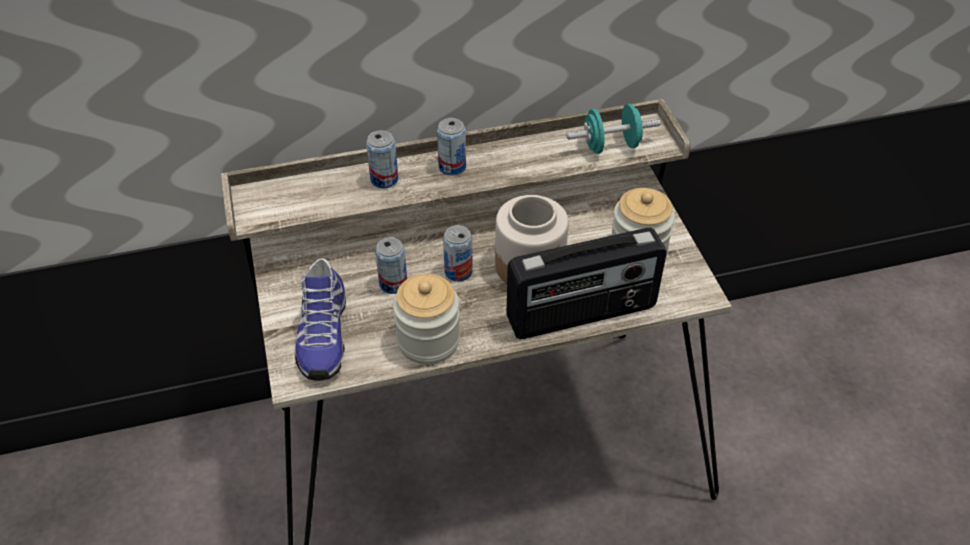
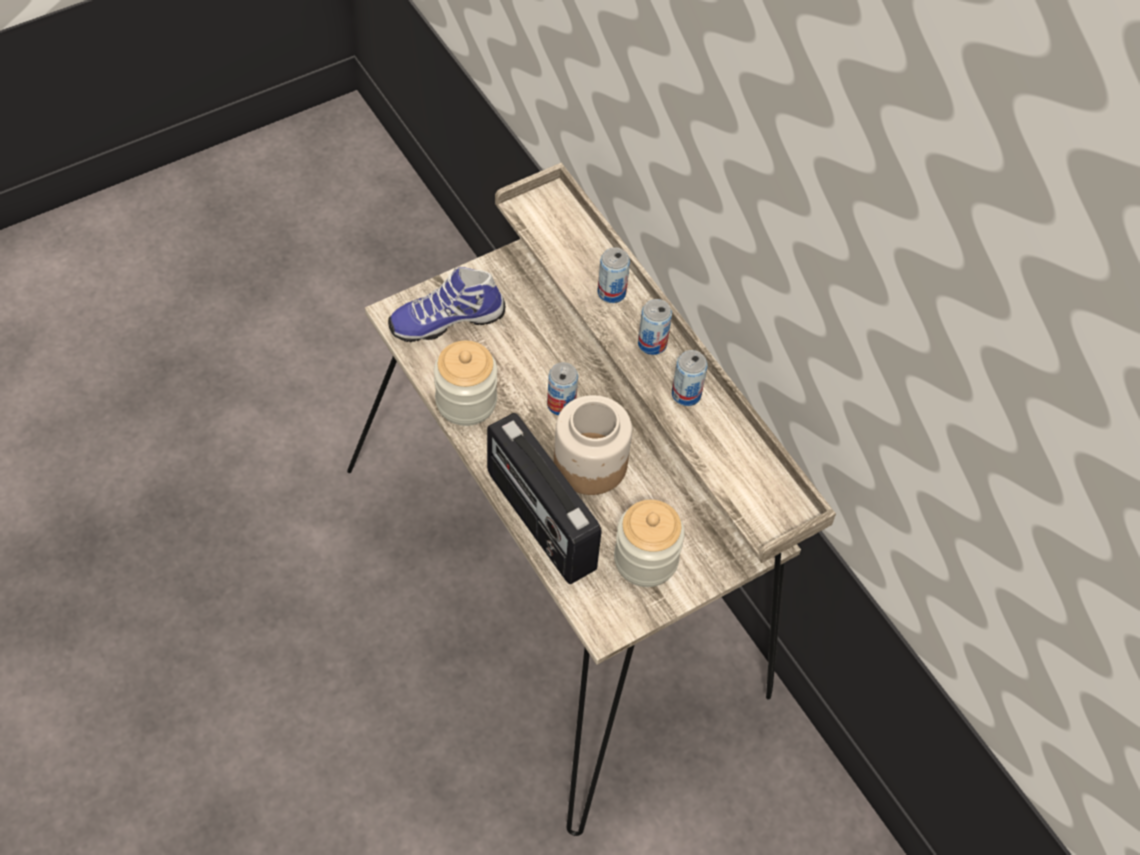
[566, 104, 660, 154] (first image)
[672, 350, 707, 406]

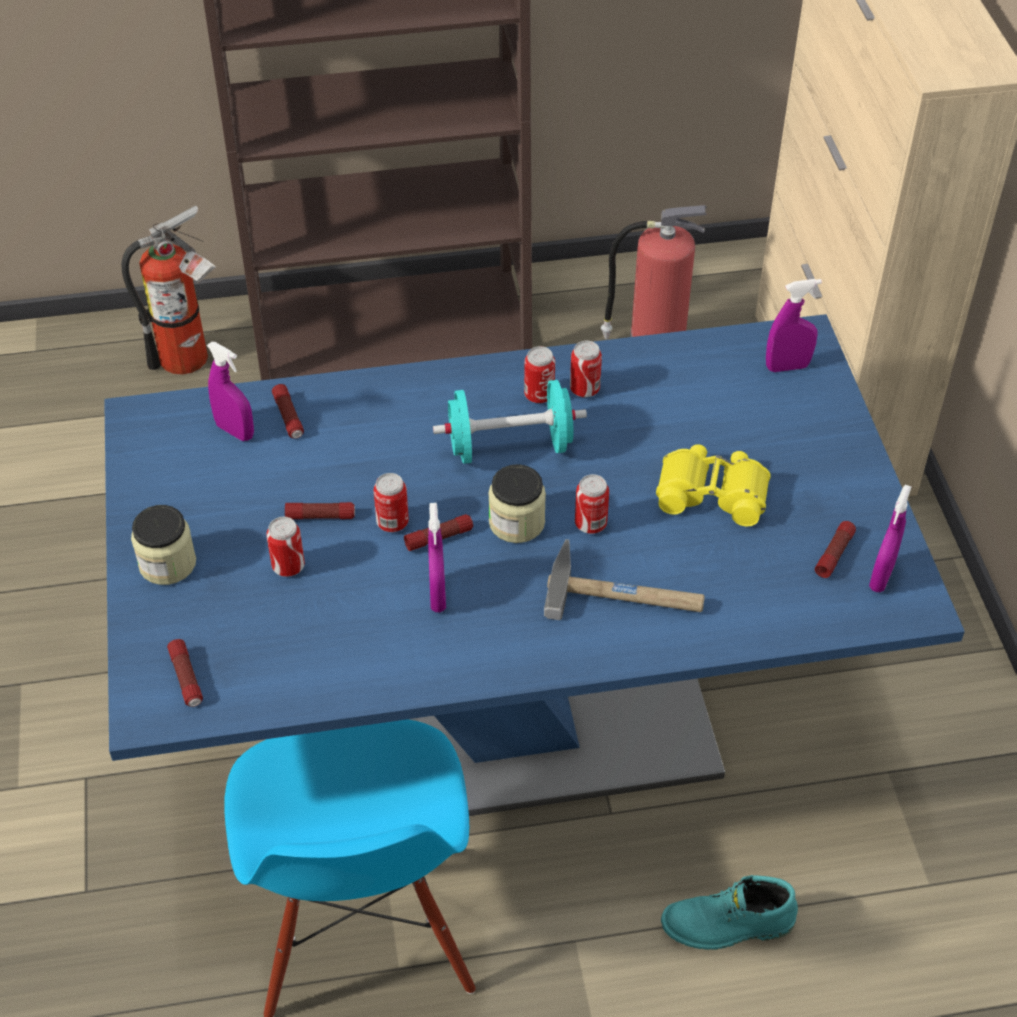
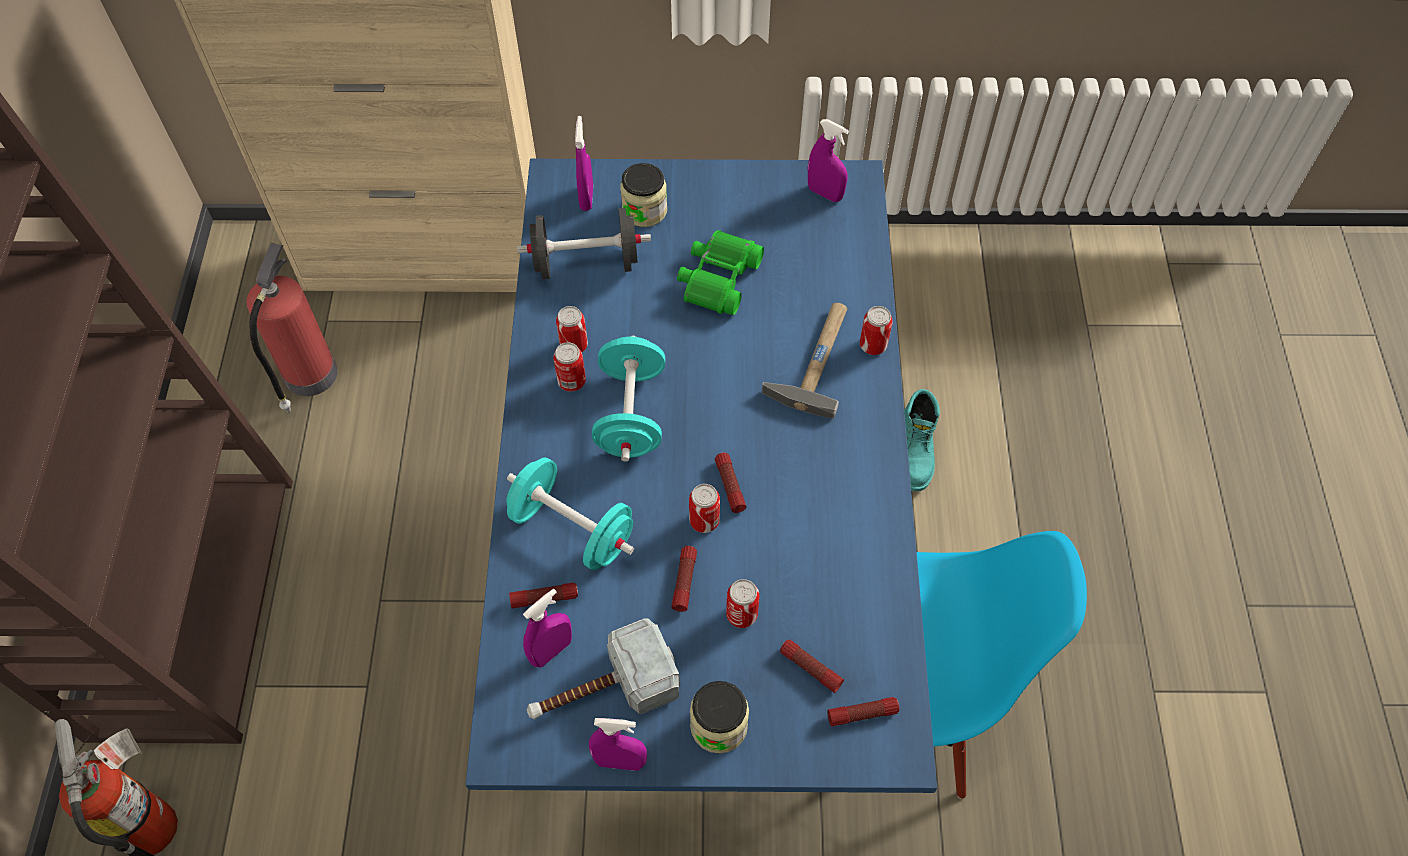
[677, 230, 764, 315]
[620, 163, 667, 227]
[860, 306, 893, 355]
[589, 718, 647, 771]
[780, 640, 844, 693]
[517, 208, 651, 279]
[506, 457, 634, 570]
[527, 619, 680, 720]

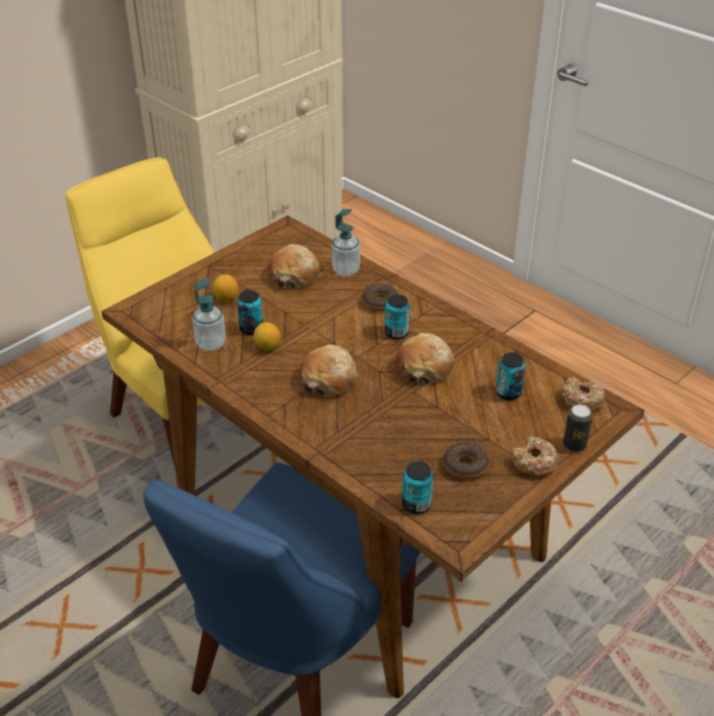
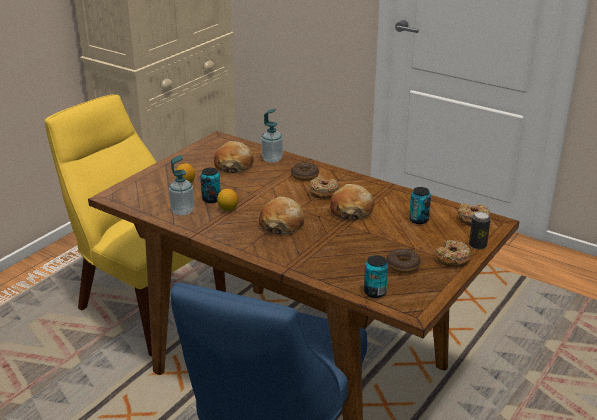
[309, 176, 339, 199]

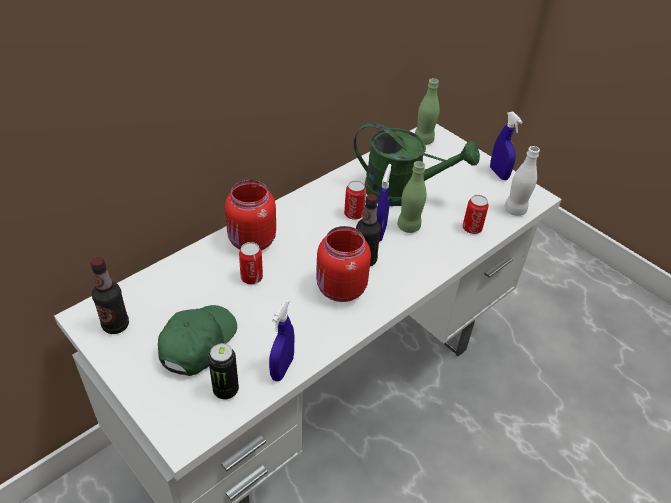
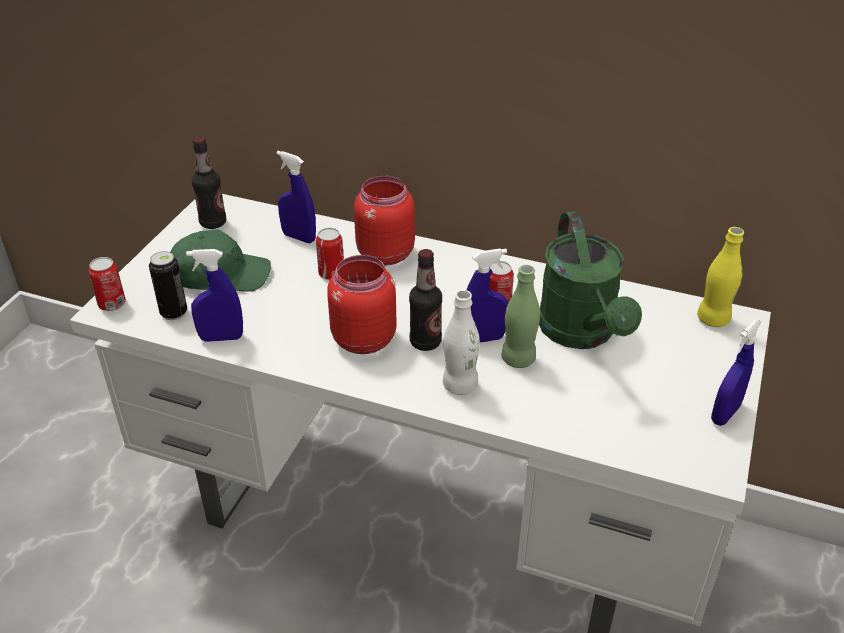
[697, 227, 744, 327]
[443, 290, 480, 395]
[89, 257, 126, 311]
[276, 151, 316, 243]

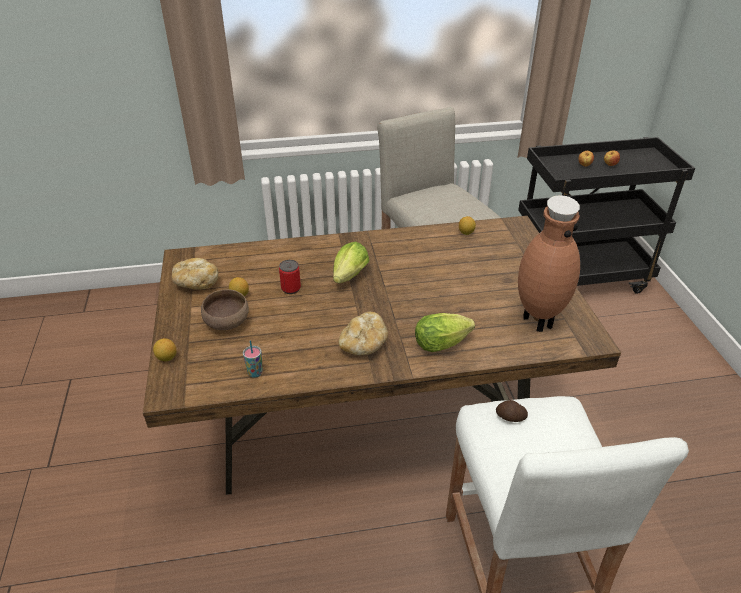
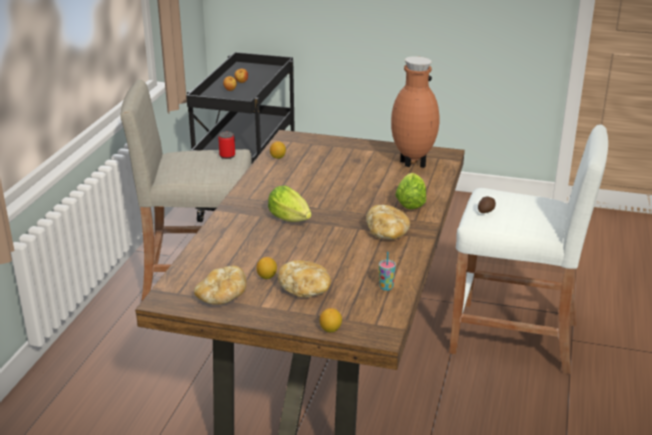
[218, 131, 235, 159]
[277, 260, 331, 298]

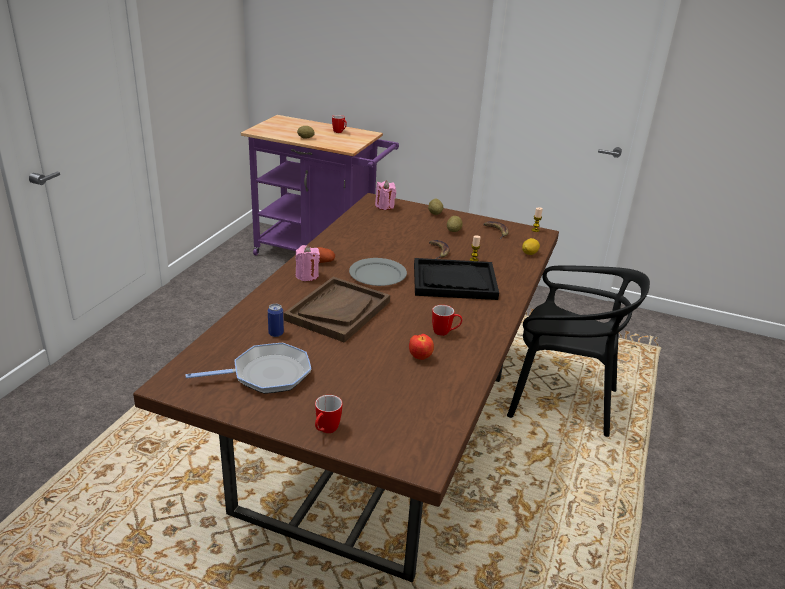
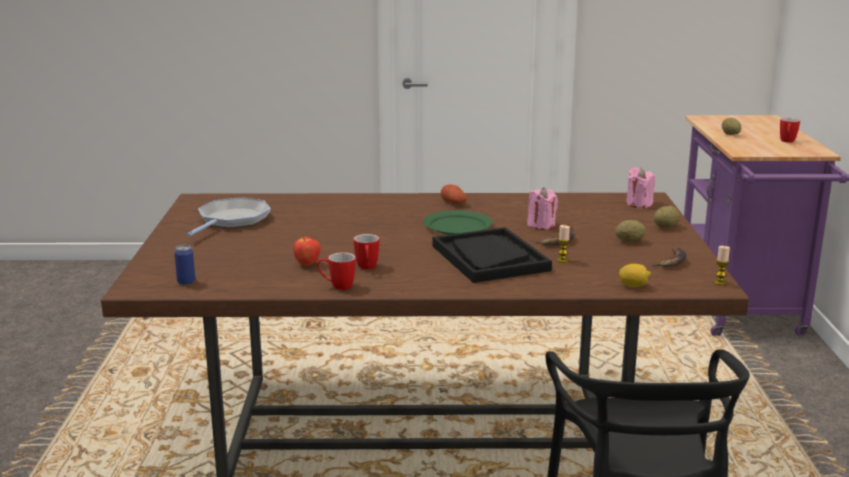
[527, 187, 558, 230]
[423, 210, 493, 235]
[284, 277, 390, 343] (first image)
[174, 245, 195, 285]
[187, 197, 271, 236]
[317, 252, 356, 290]

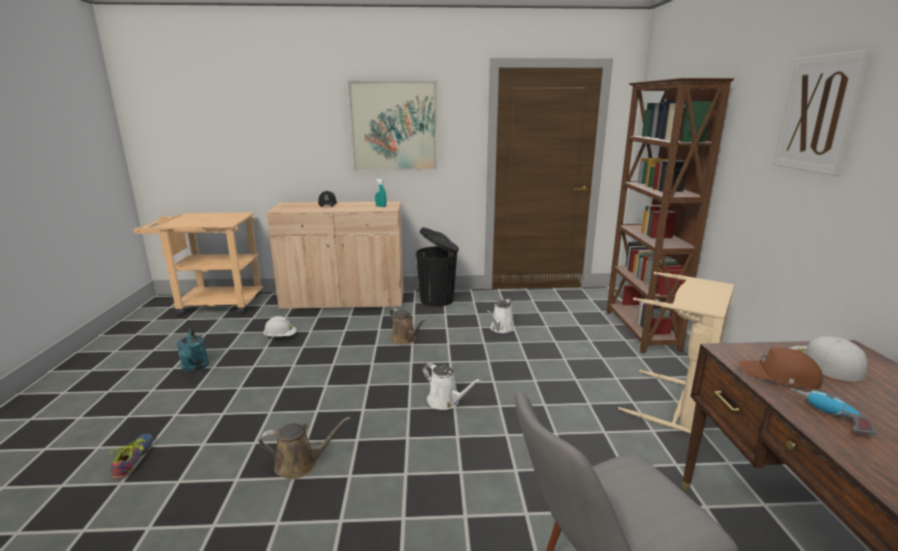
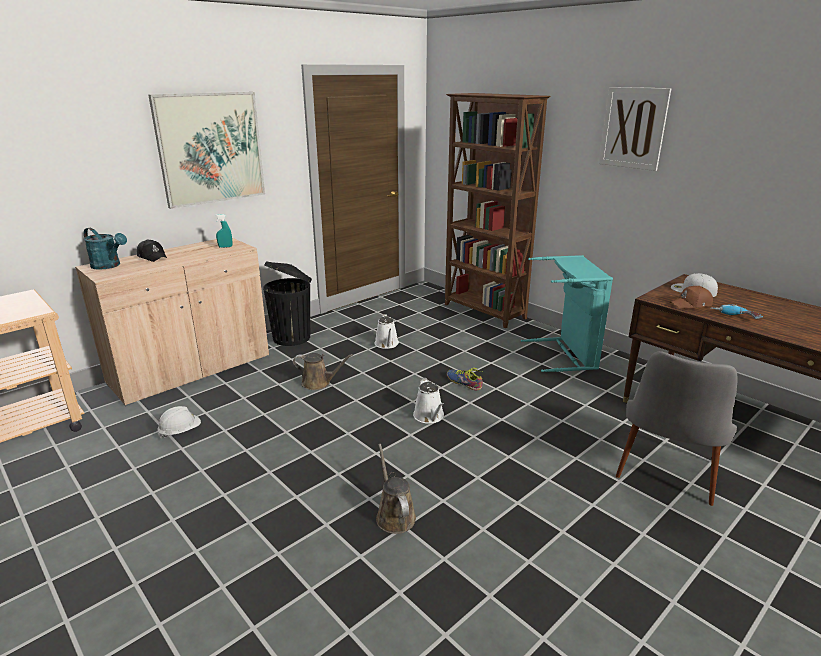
[521, 255, 613, 372]
[84, 228, 127, 270]
[413, 378, 444, 424]
[376, 444, 416, 534]
[447, 368, 483, 390]

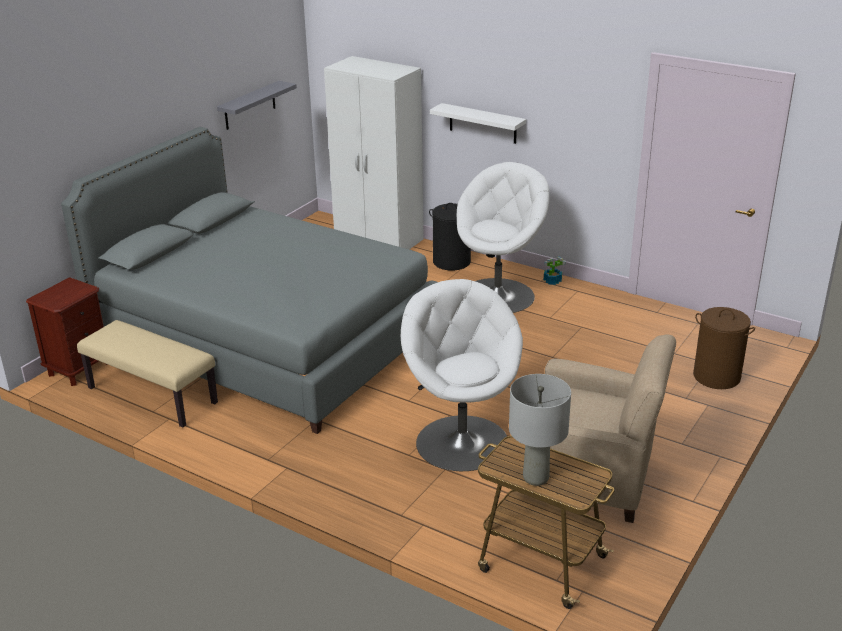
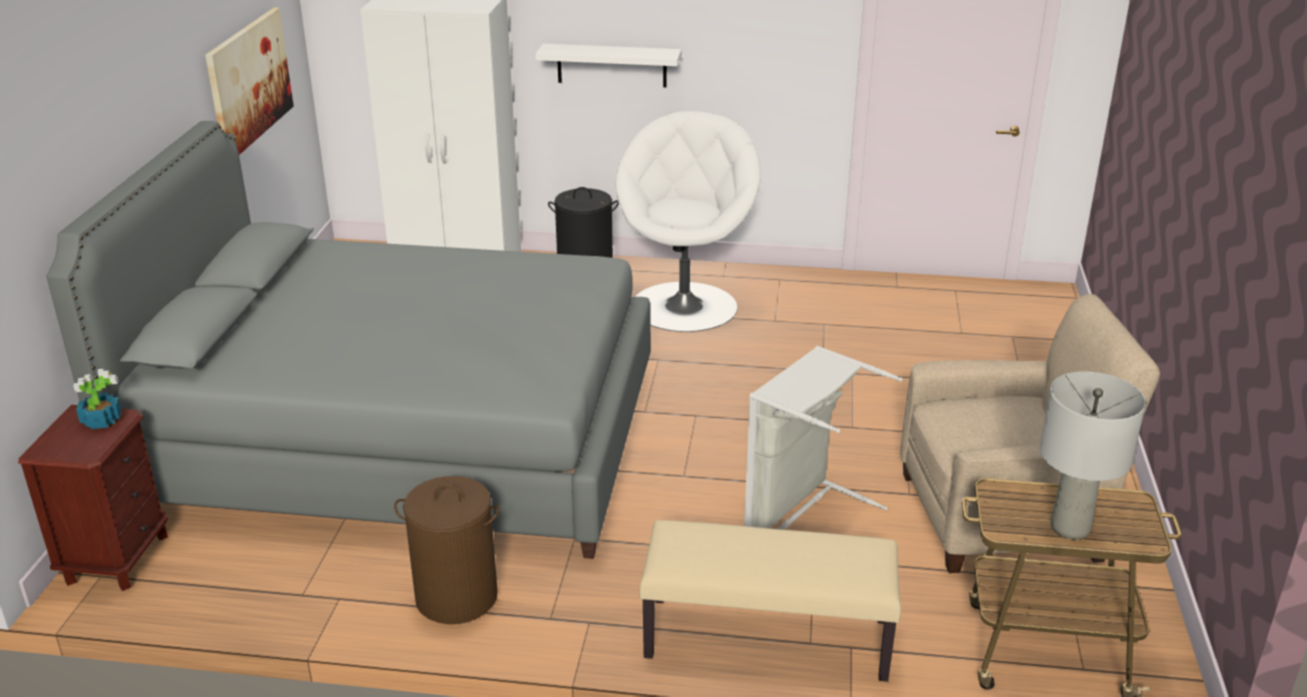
[205, 8, 294, 155]
[73, 368, 121, 429]
[744, 346, 903, 530]
[394, 476, 500, 624]
[639, 520, 901, 682]

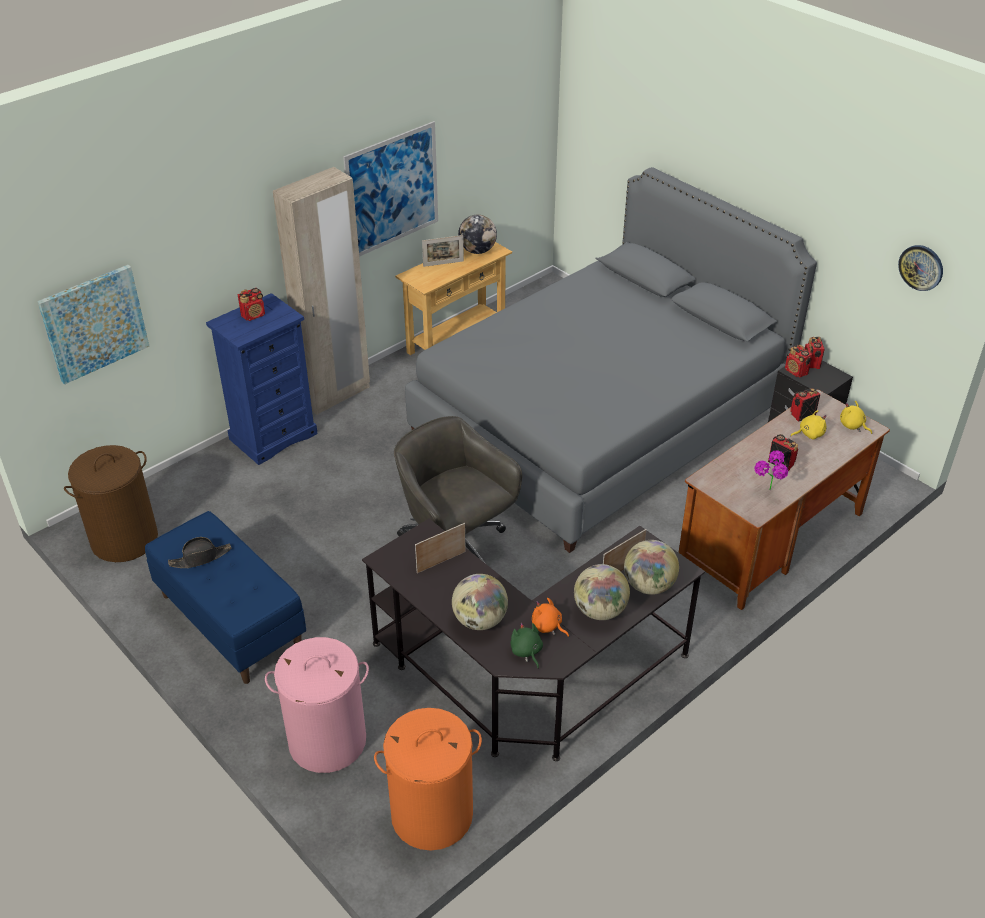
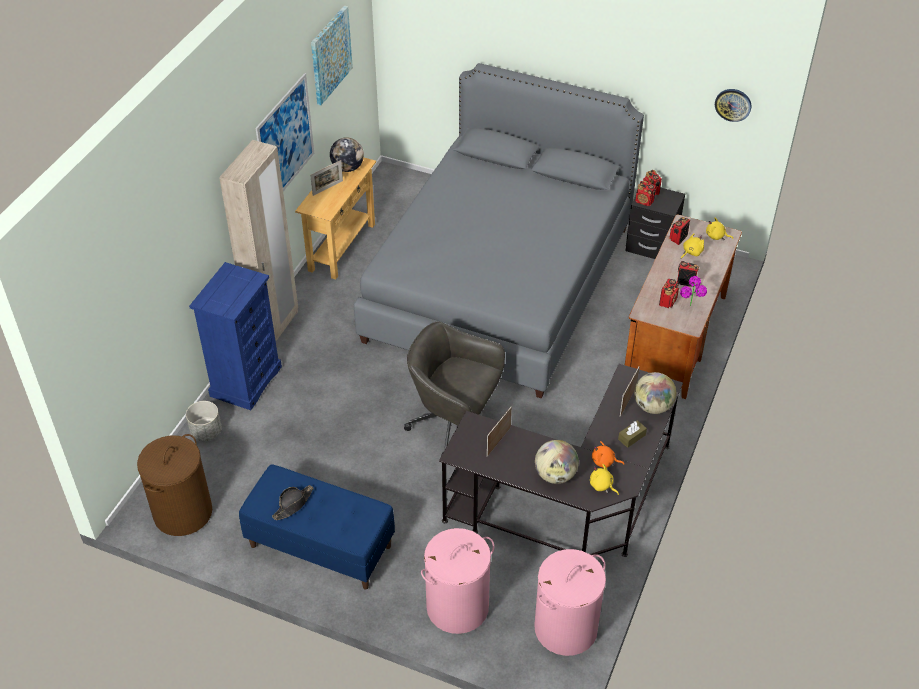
[311, 6, 353, 106]
[659, 279, 679, 308]
[618, 420, 647, 448]
[590, 464, 619, 495]
[534, 549, 606, 656]
[186, 401, 222, 441]

